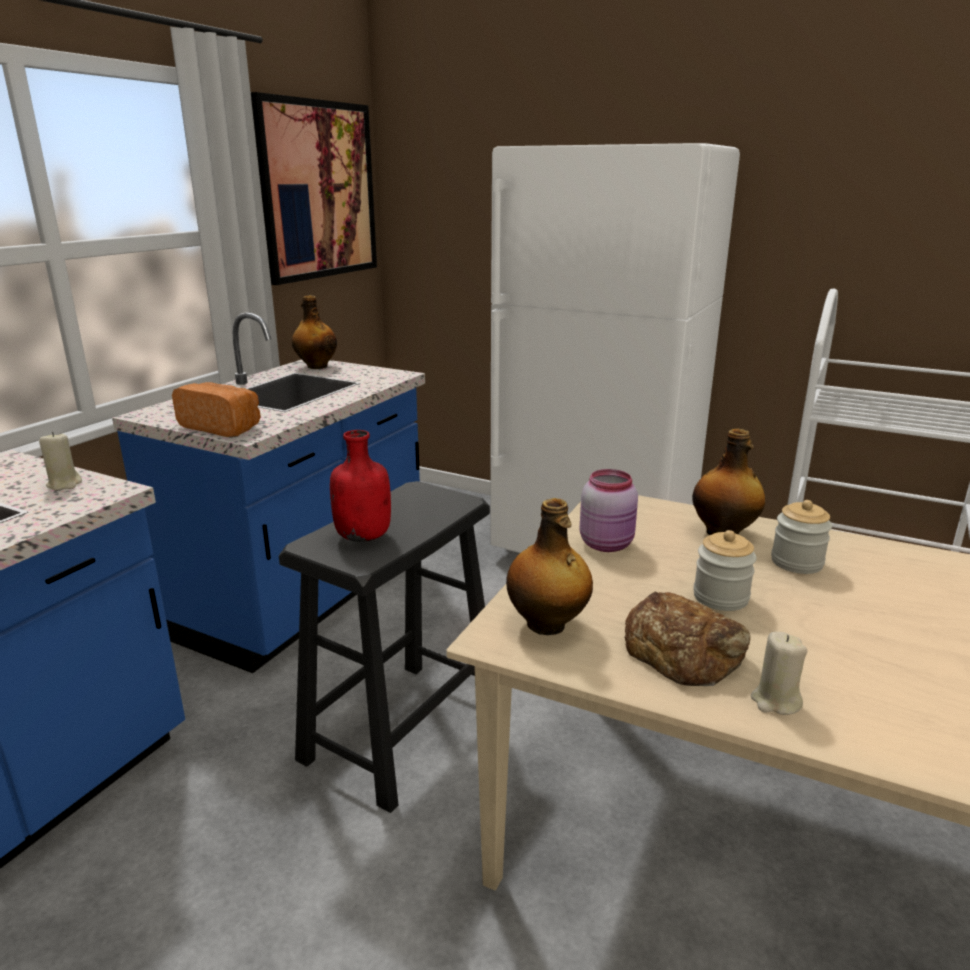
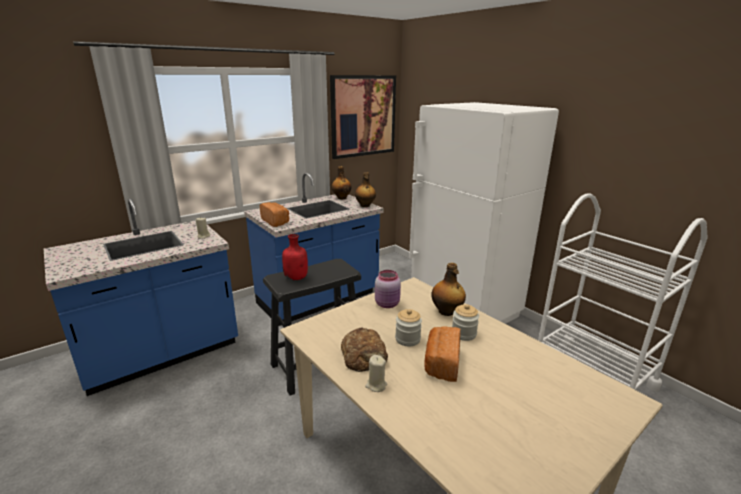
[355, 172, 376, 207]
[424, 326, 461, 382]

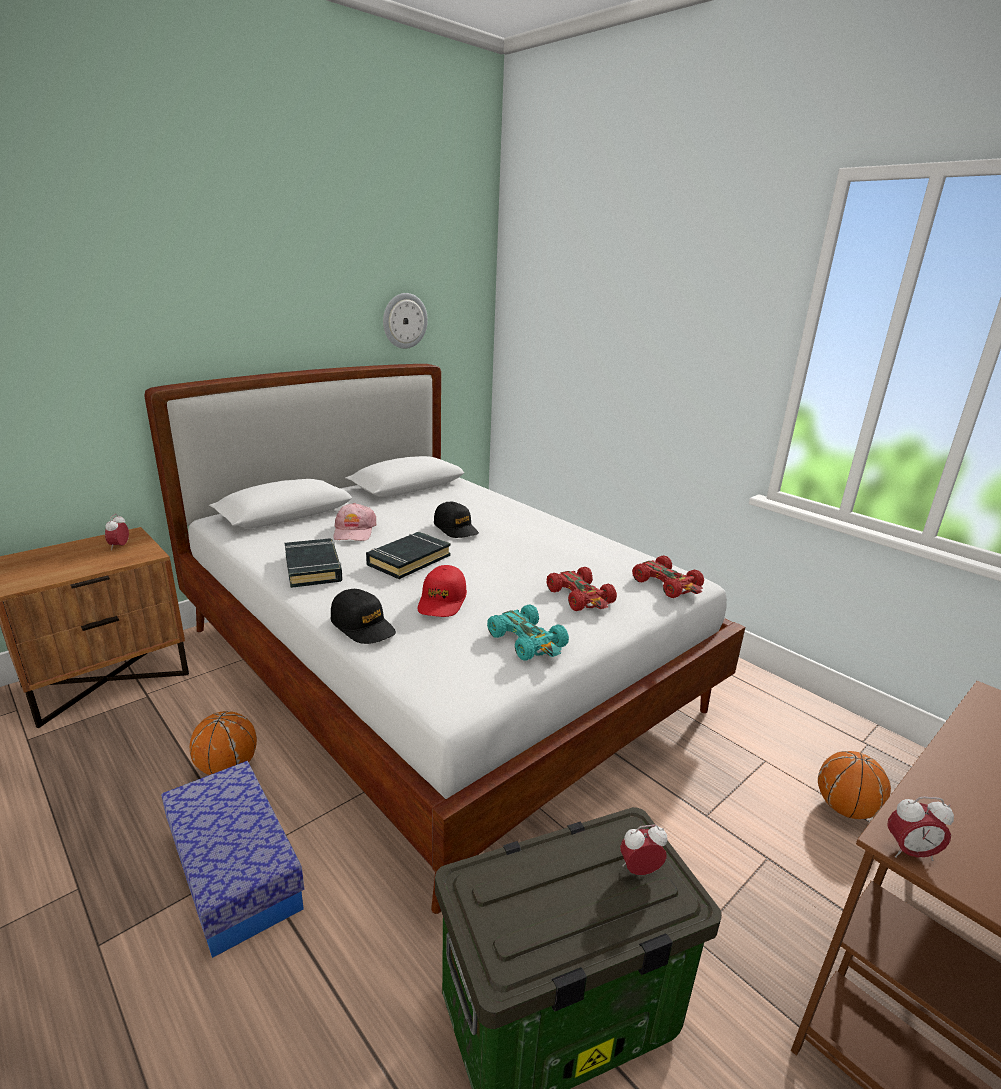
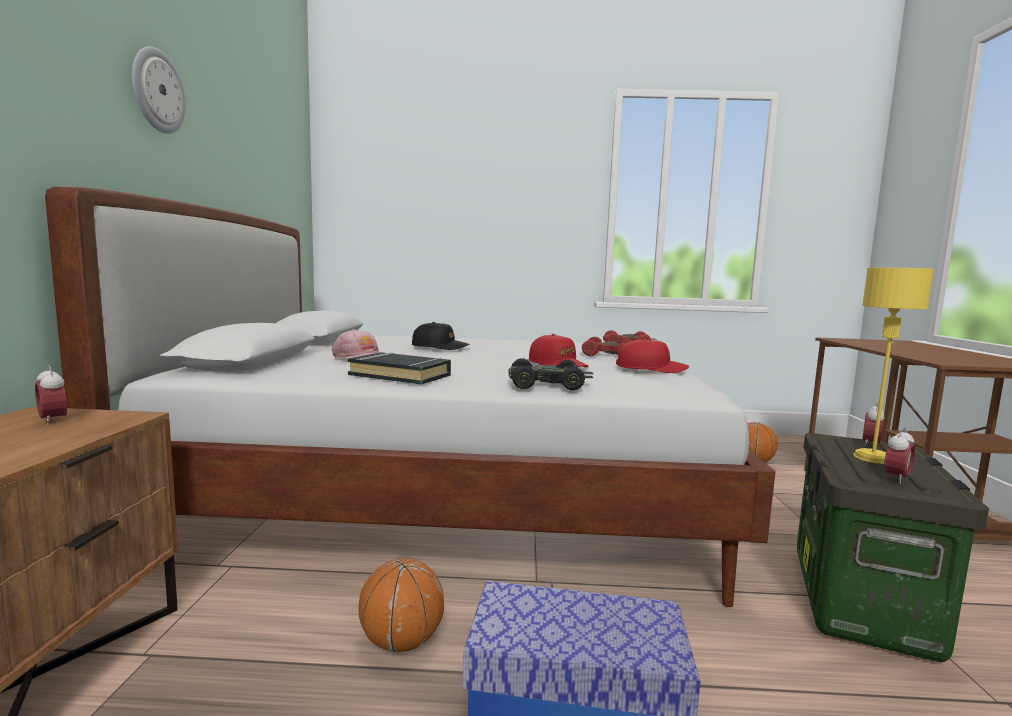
[132, 46, 186, 134]
[366, 532, 451, 579] (first image)
[508, 358, 593, 390]
[616, 339, 689, 373]
[884, 427, 915, 483]
[853, 268, 934, 464]

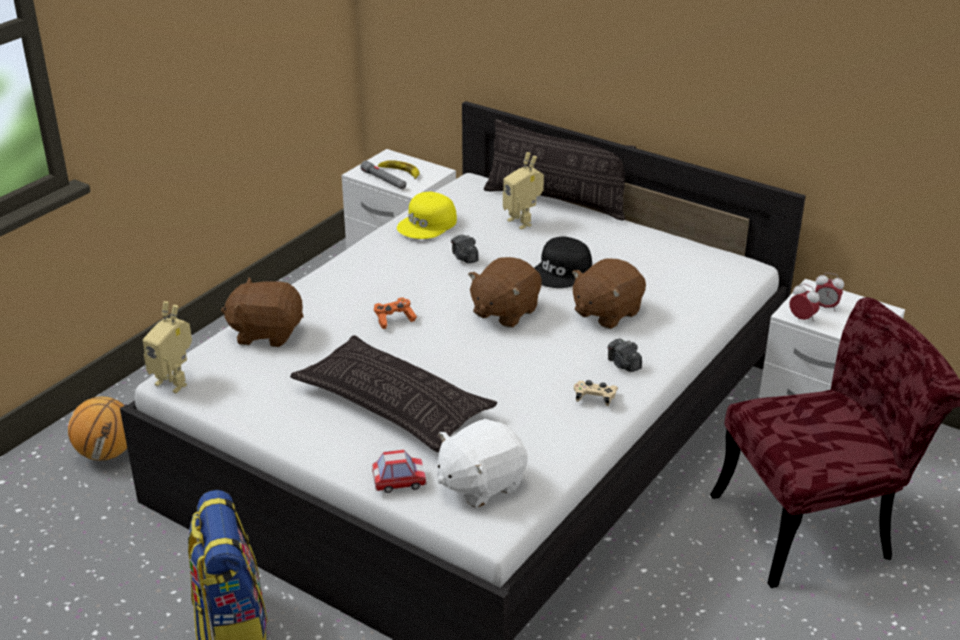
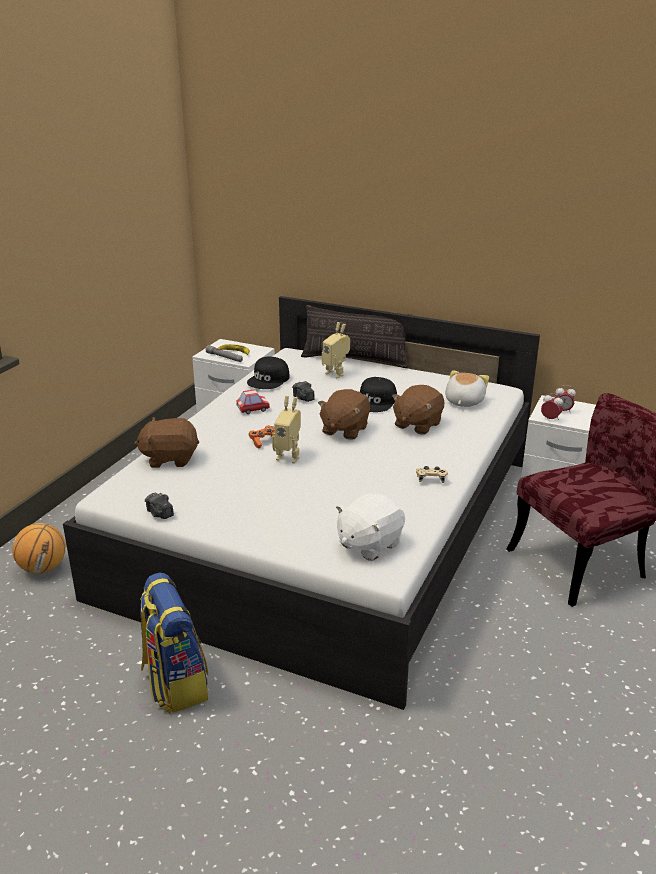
[247, 356, 290, 389]
[272, 396, 301, 464]
[290, 335, 497, 452] (first image)
[145, 493, 174, 519]
[236, 389, 270, 414]
[445, 370, 489, 407]

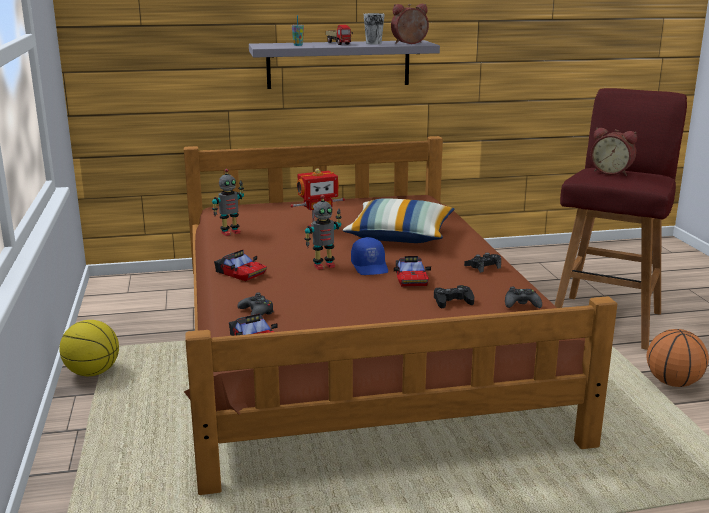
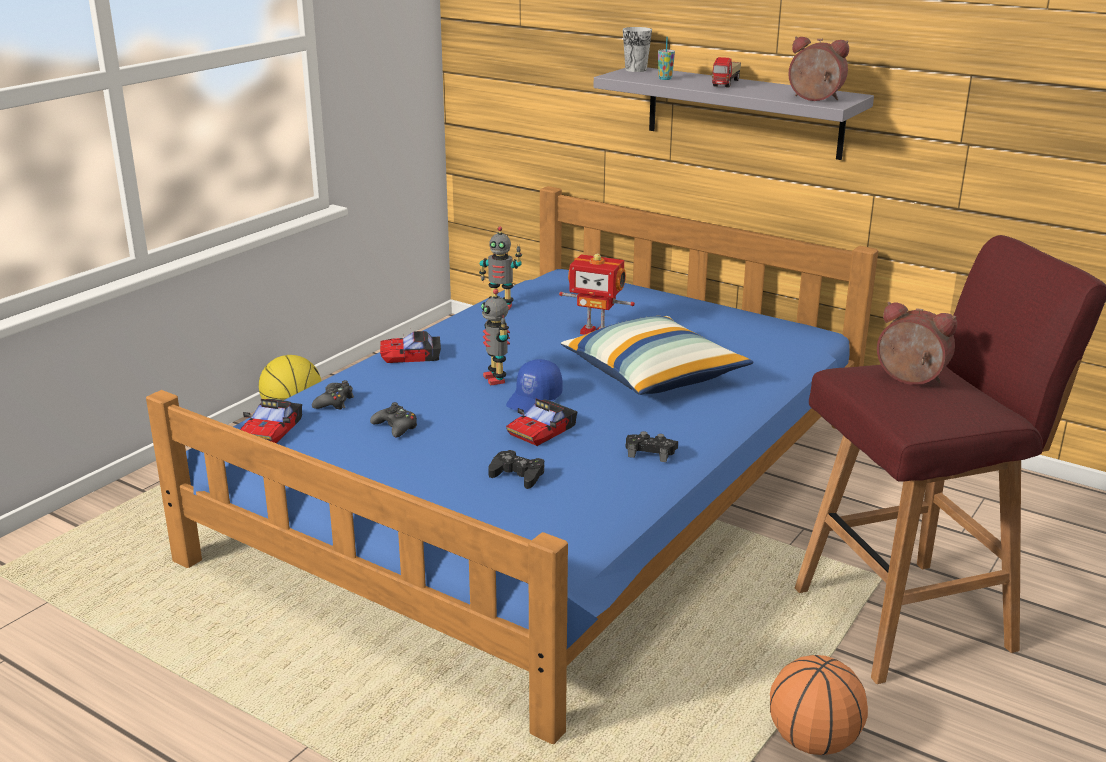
[623, 27, 652, 72]
[877, 302, 957, 385]
[146, 186, 878, 744]
[481, 289, 510, 386]
[380, 331, 441, 363]
[370, 402, 417, 438]

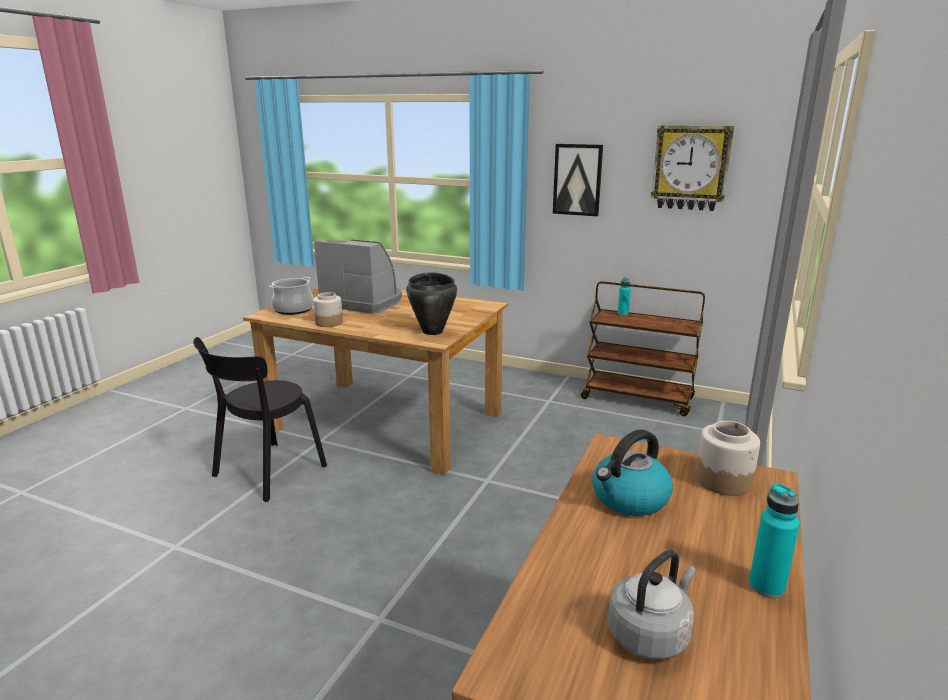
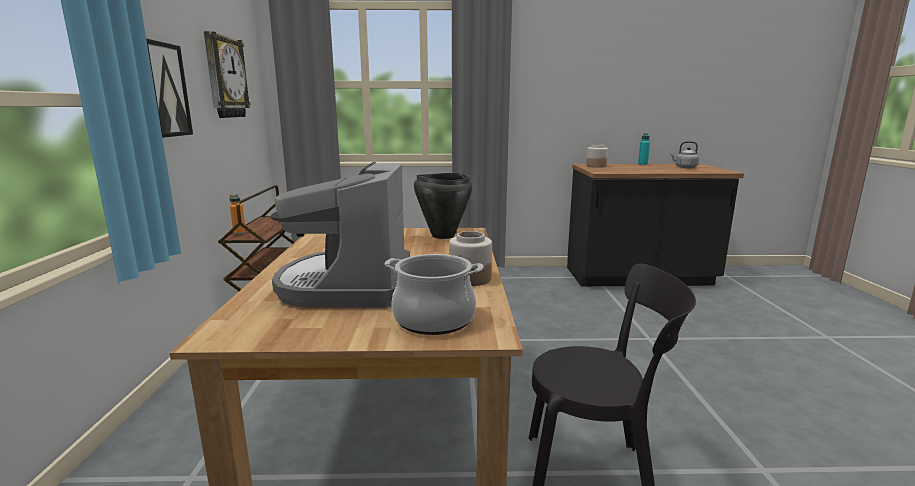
[229, 194, 246, 234]
[592, 429, 673, 516] (first image)

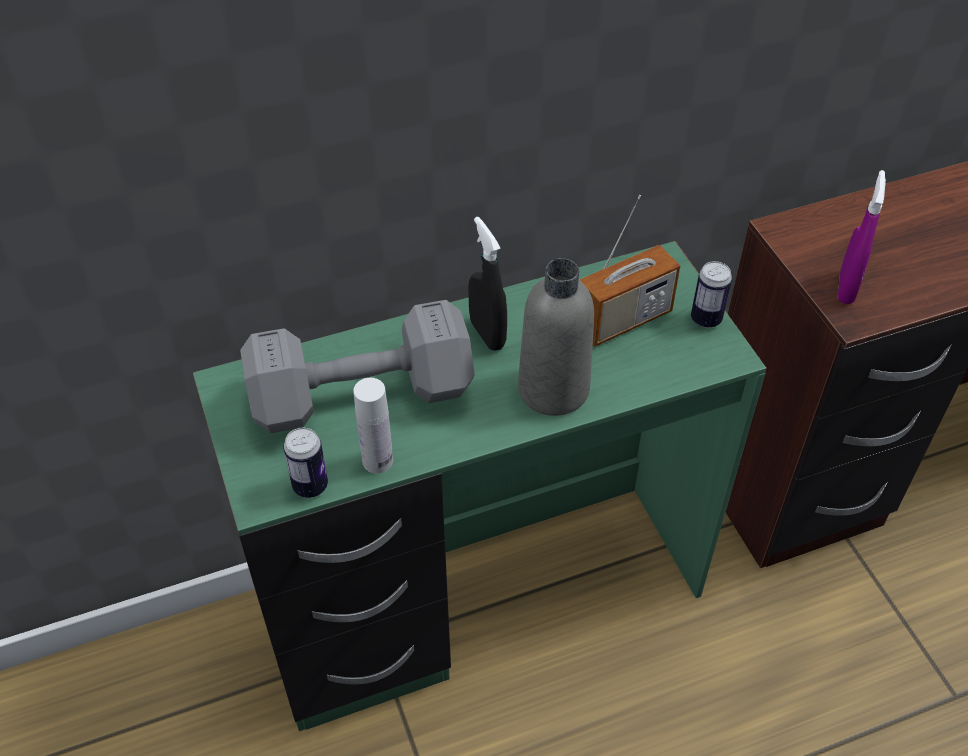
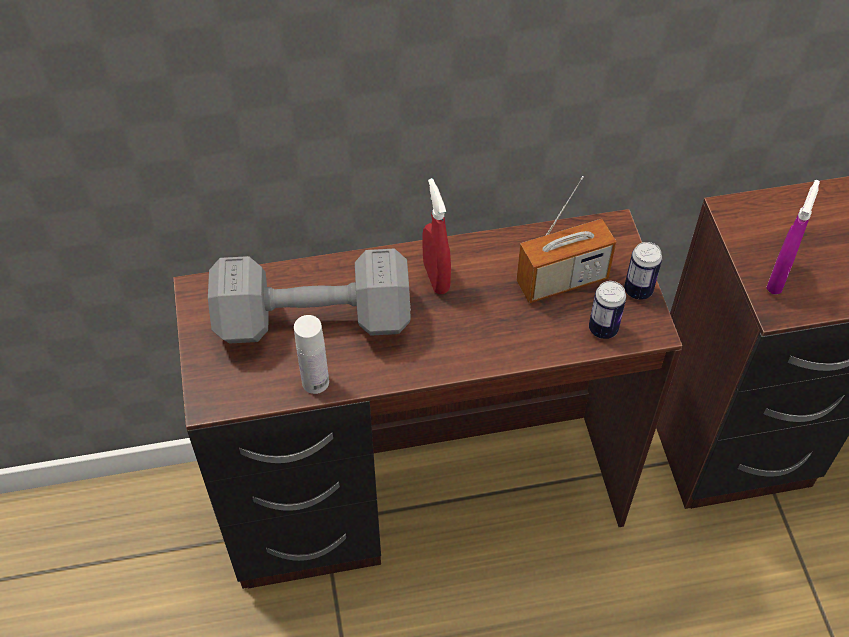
[423, 178, 451, 294]
[173, 209, 682, 589]
[518, 258, 594, 416] (first image)
[589, 281, 626, 339]

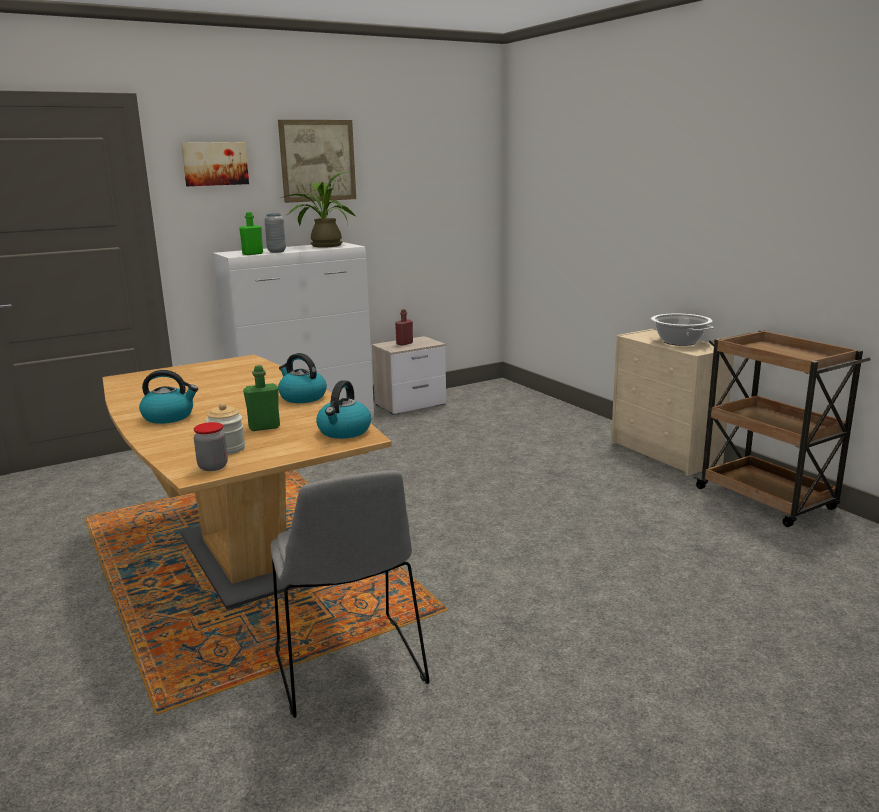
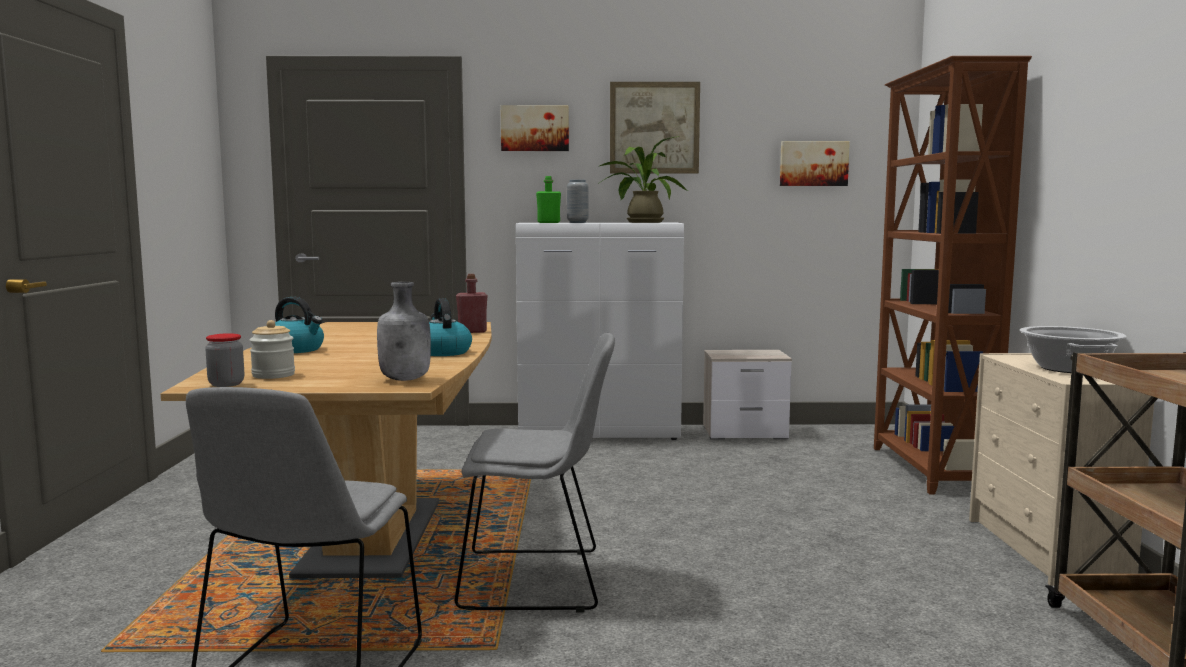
[456, 274, 487, 333]
[243, 365, 280, 431] (first image)
[377, 282, 431, 381]
[874, 56, 1032, 495]
[780, 141, 850, 186]
[454, 333, 615, 613]

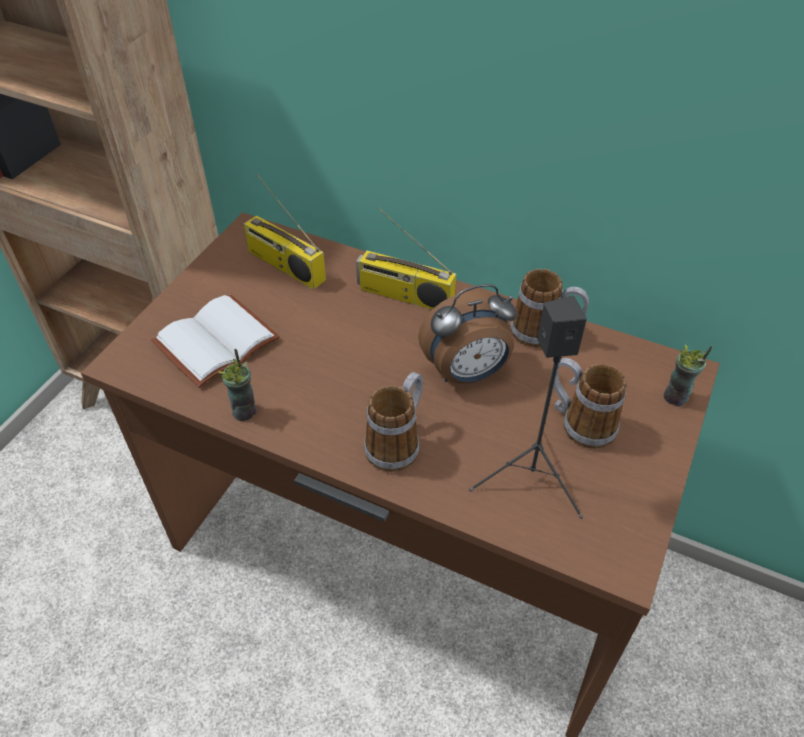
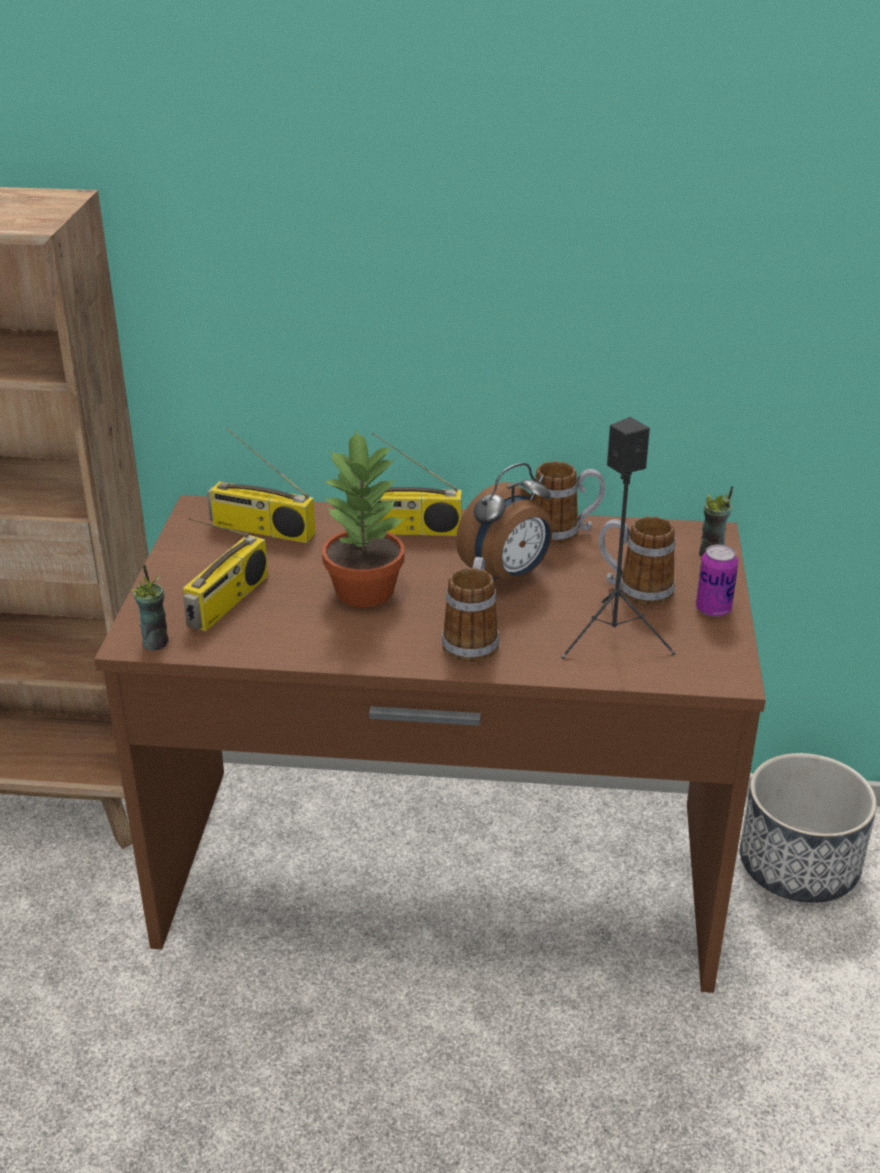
[183, 518, 268, 631]
[131, 565, 169, 651]
[322, 429, 405, 607]
[696, 544, 738, 617]
[740, 753, 877, 903]

